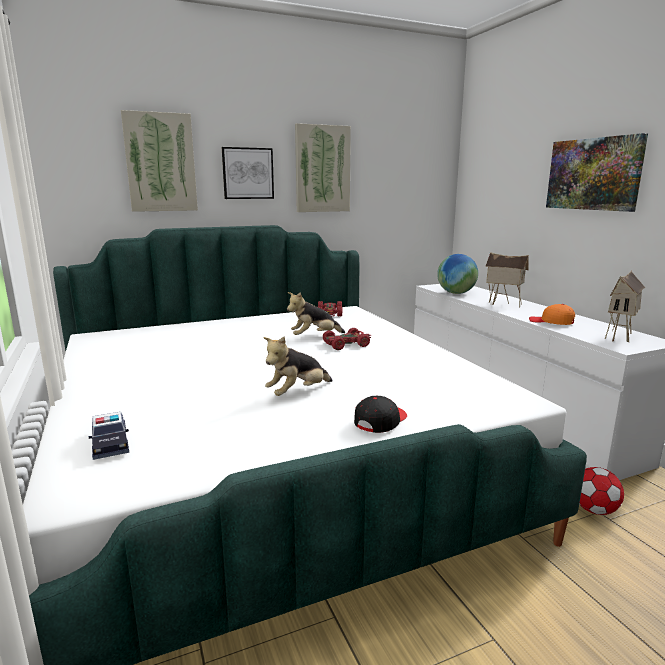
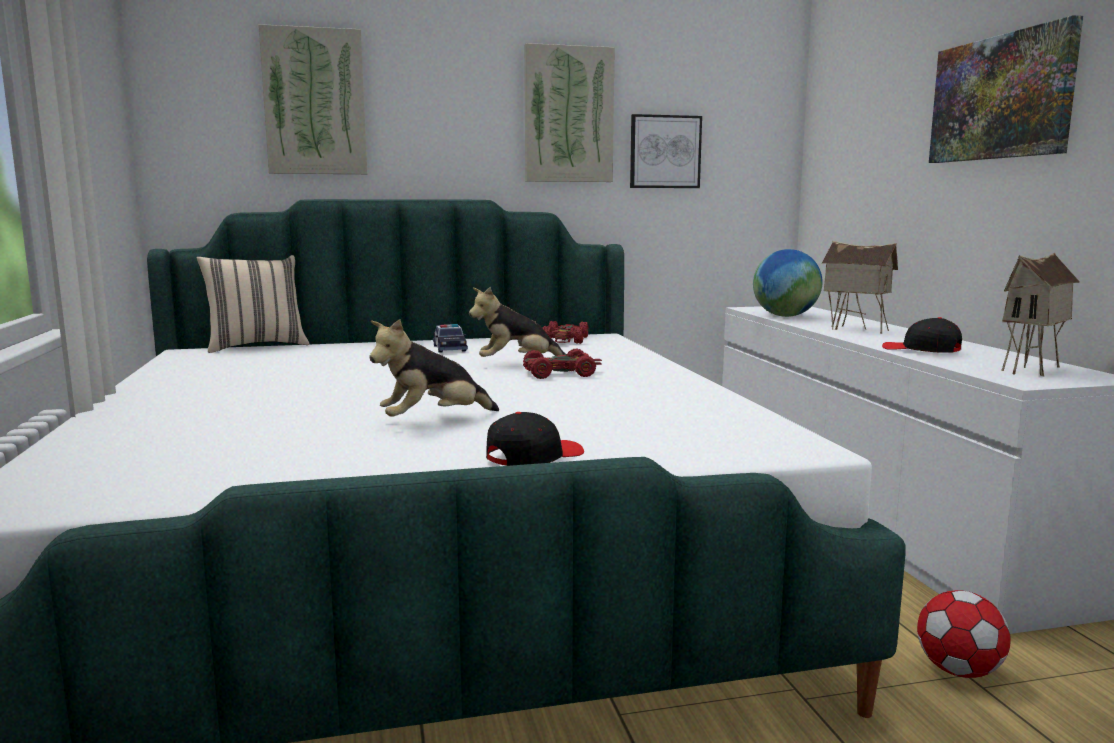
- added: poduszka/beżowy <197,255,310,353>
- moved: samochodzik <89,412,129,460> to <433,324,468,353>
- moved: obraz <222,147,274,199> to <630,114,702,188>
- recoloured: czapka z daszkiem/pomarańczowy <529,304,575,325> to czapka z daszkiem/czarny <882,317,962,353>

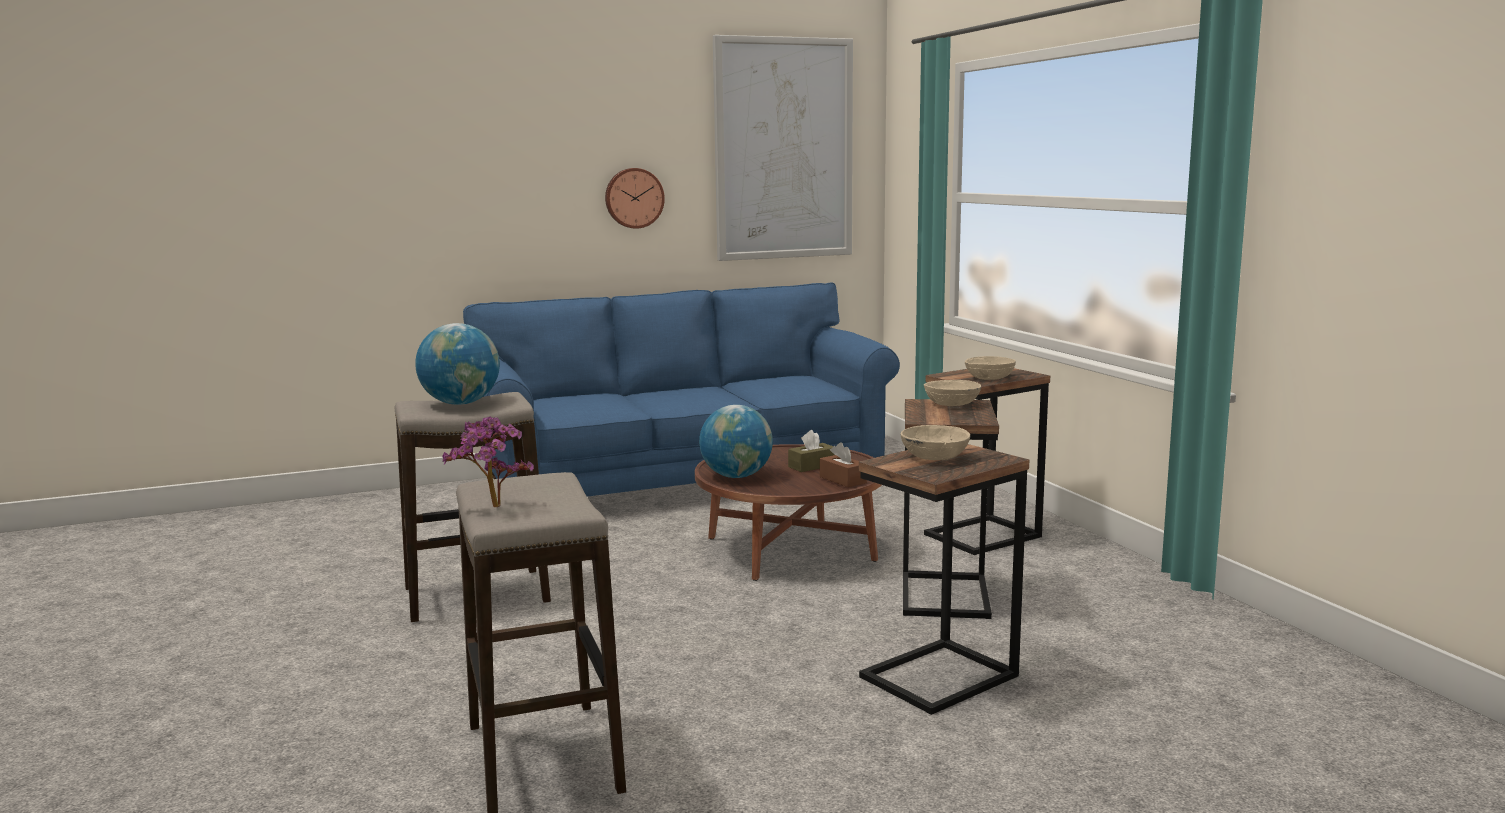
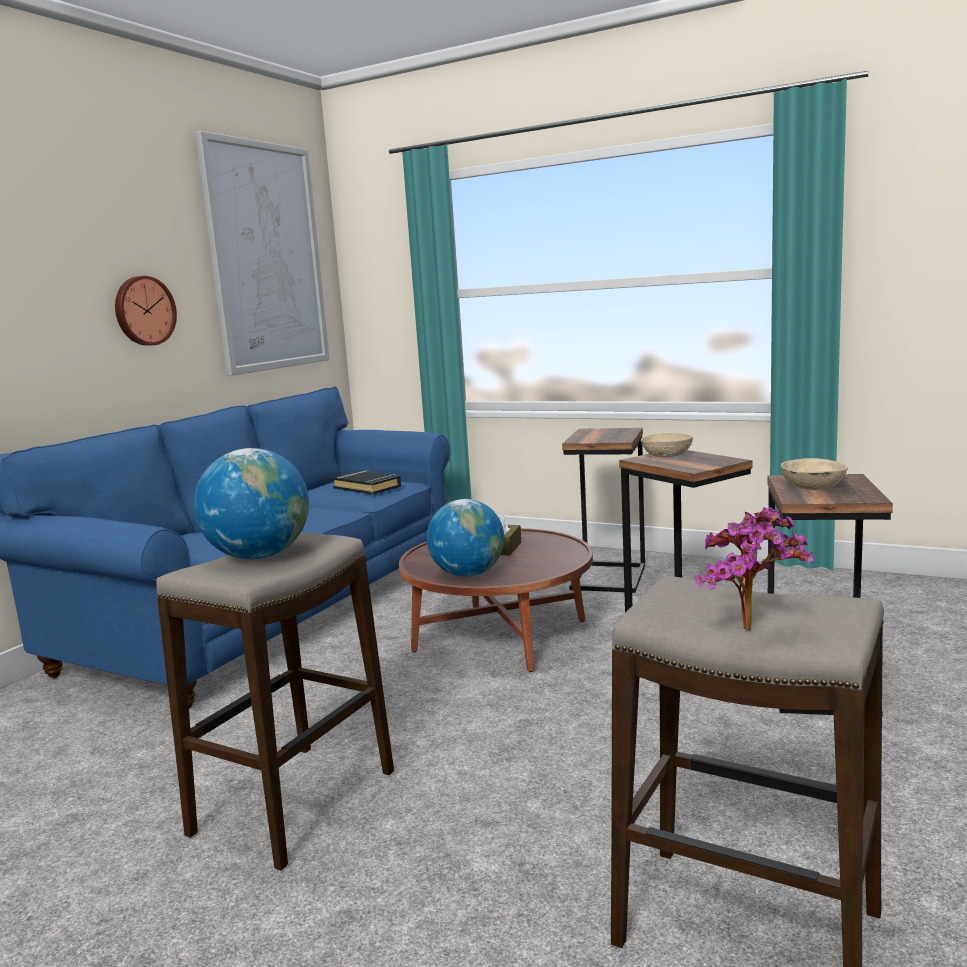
- removed: pudełko chusteczek/brązowy <820,442,867,487>
- removed: miska/beżowy <965,356,1016,380>
- added: książka/czarny <332,470,401,495>

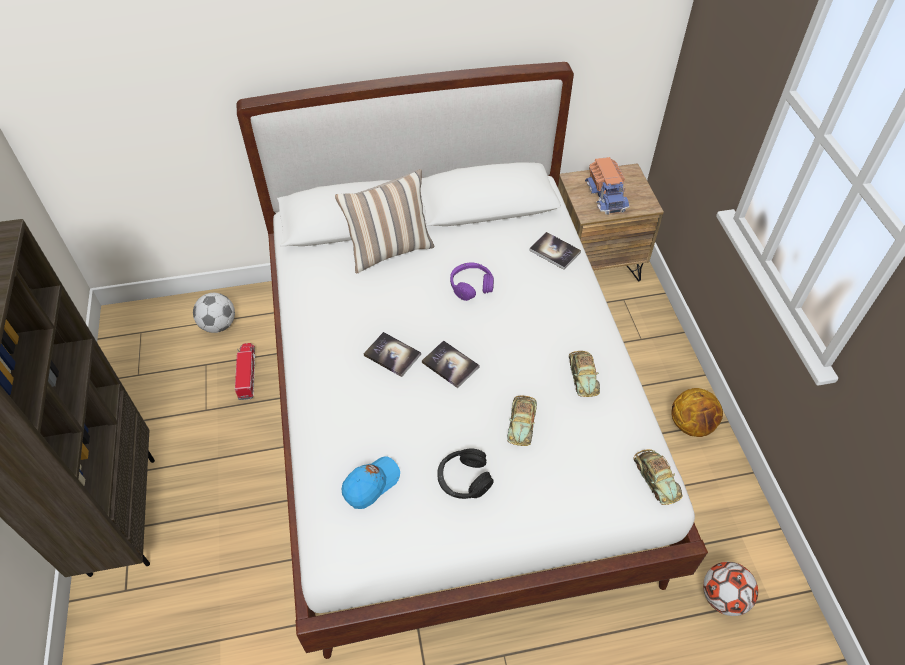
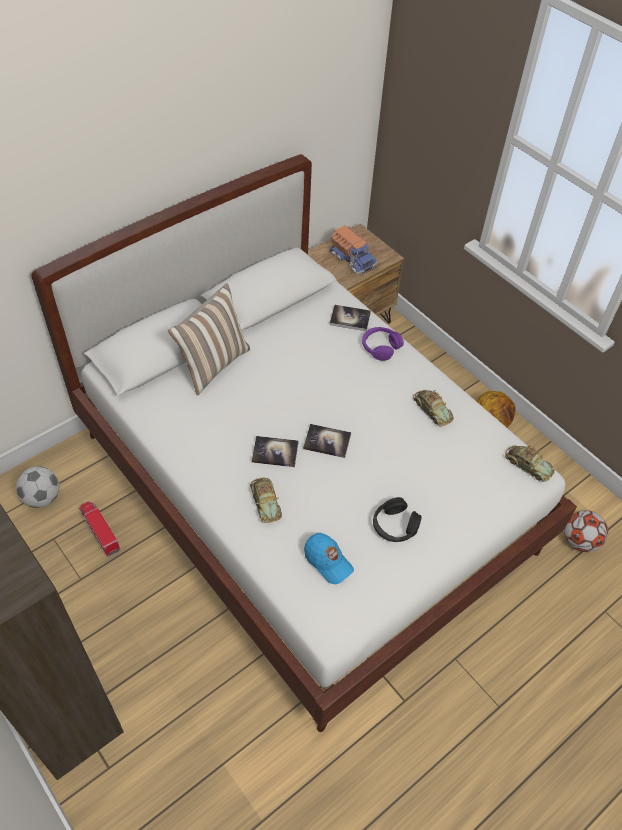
- moved: słuchawki/fioletowy <450,262,494,301> to <362,327,404,361>
- moved: samochodzik <507,395,537,446> to <250,478,282,523>
- turned: czapka z daszkiem/niebieski <342,456,400,509> = <304,533,354,584> 120 degrees clockwise

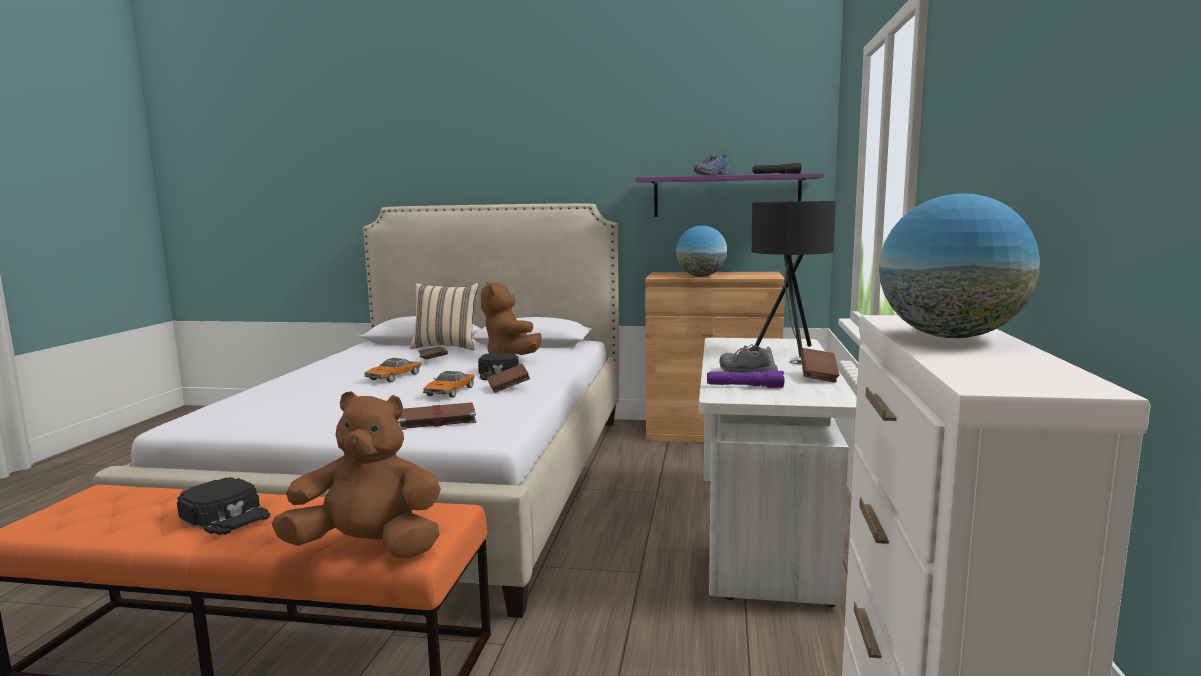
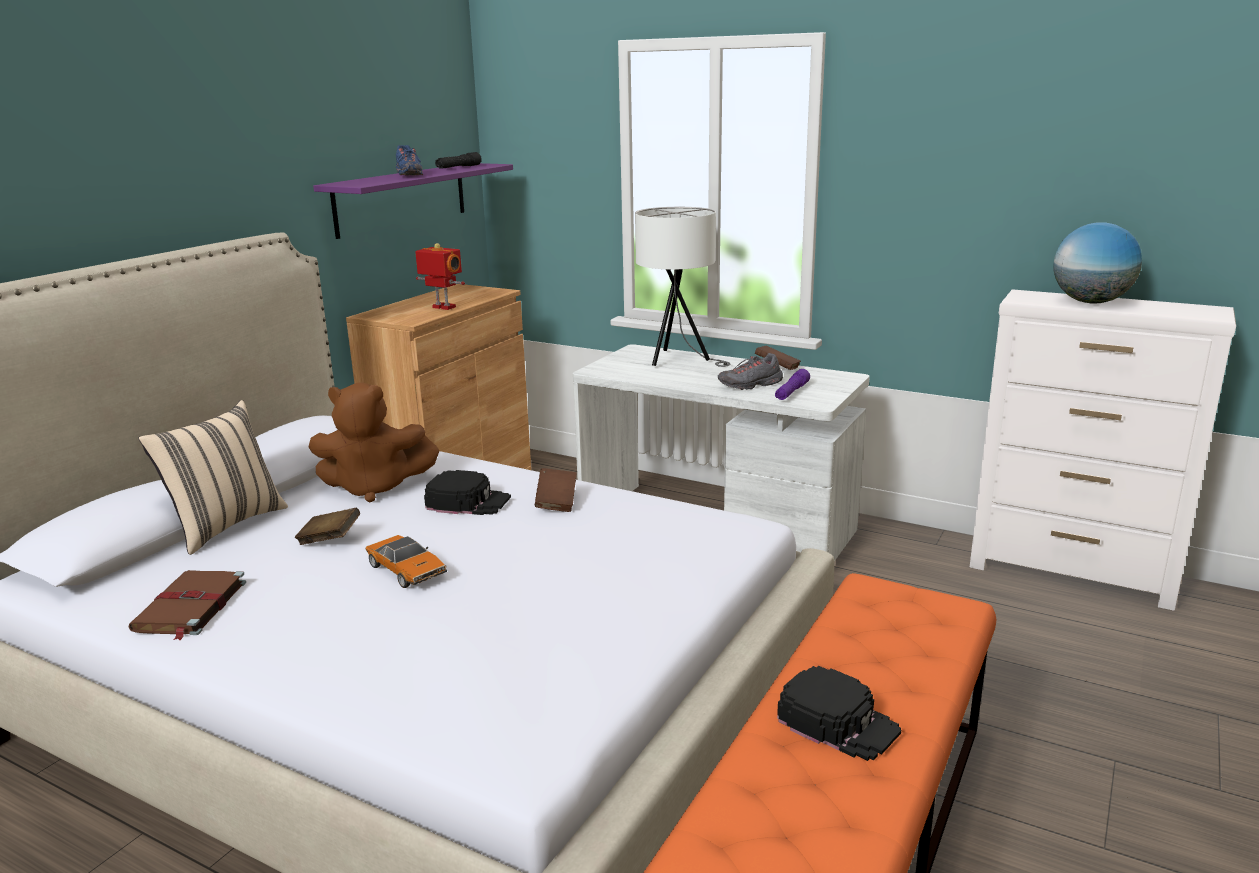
- removed: pluszak/brązowy <272,391,441,558>
- removed: samochodzik <423,371,475,398>
- moved: książka/brązowy <398,403,477,430> to <128,570,246,640>
- replaced: globus <676,225,727,277> to robot zabawkowy <415,243,465,310>
- recoloured: lampa stołowa/czarny <751,201,836,364> to lampa stołowa/biały <635,207,730,367>
- turned: czapka z daszkiem/czarny <177,477,270,535> = <777,666,901,761> 75 degrees clockwise

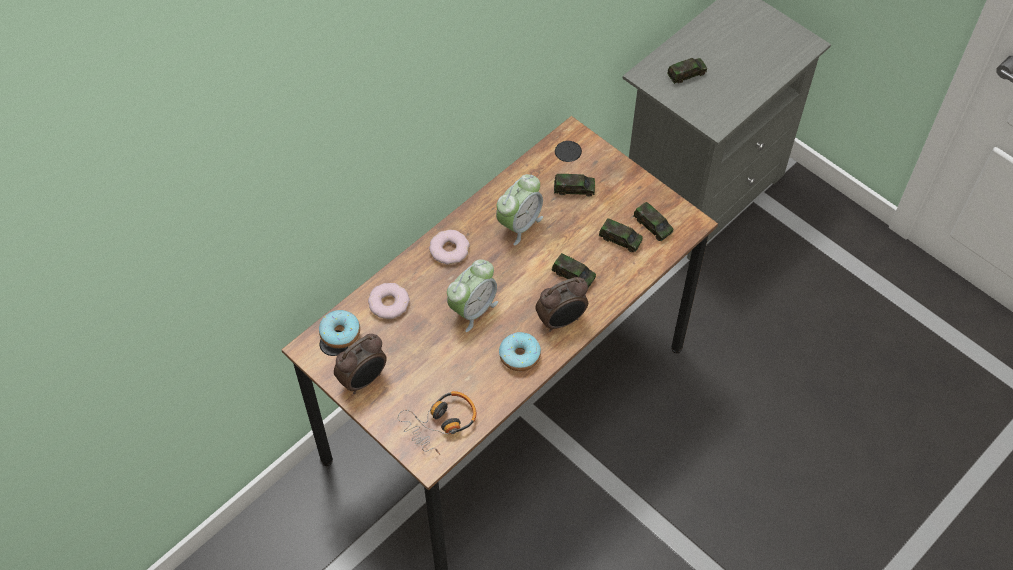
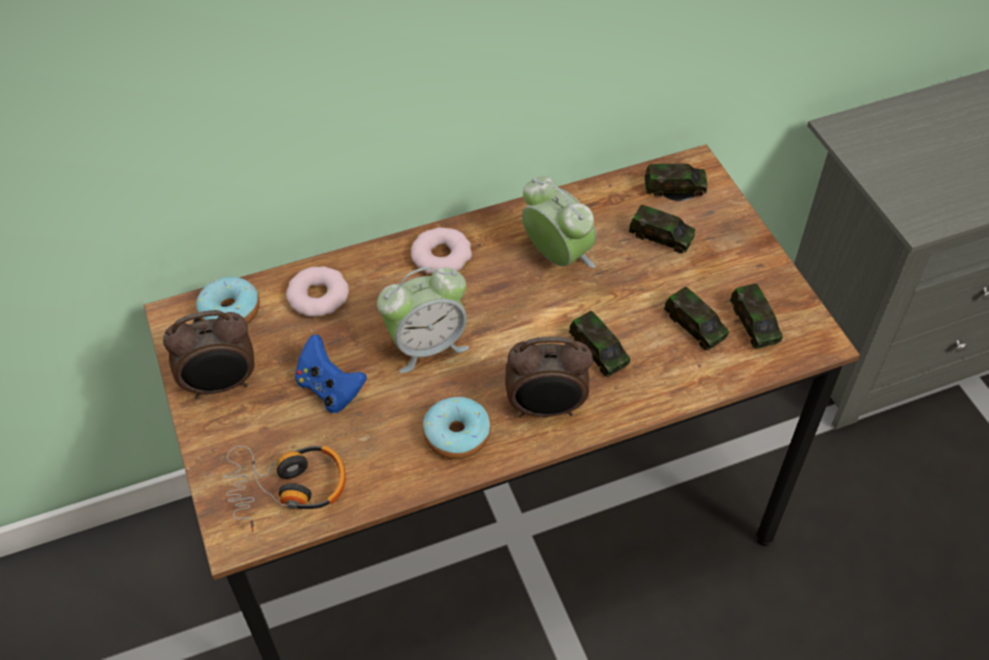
- added: pad do gier/niebieski <295,335,367,413>
- moved: samochodzik <667,58,707,84> to <644,164,707,197>
- turned: budzik <496,174,543,245> = <522,176,596,268> 105 degrees counterclockwise

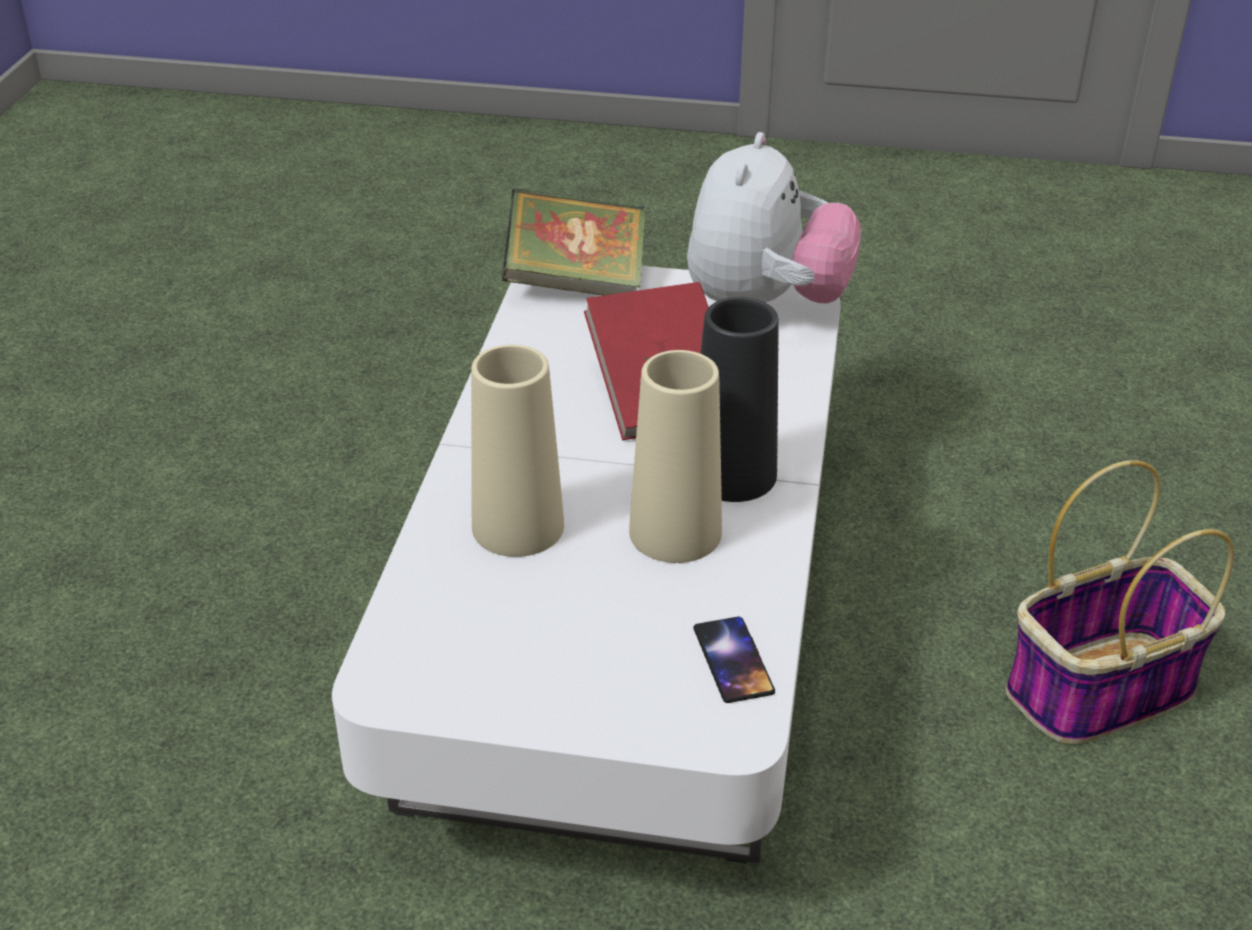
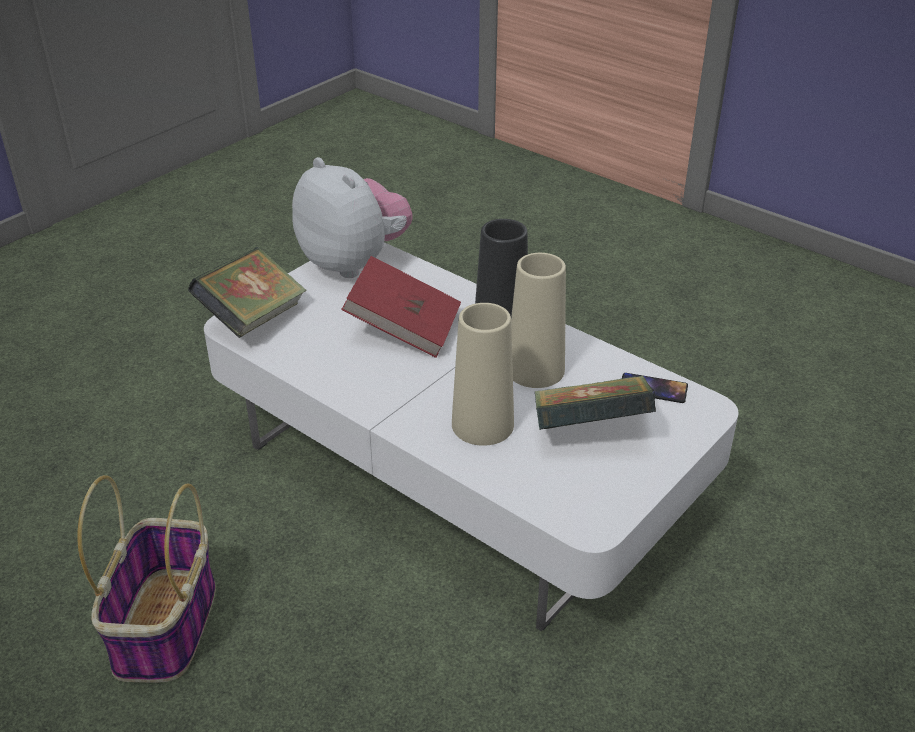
- added: książka <535,376,656,430>
- moved: koszyk <1005,460,1234,744> to <77,475,216,683>

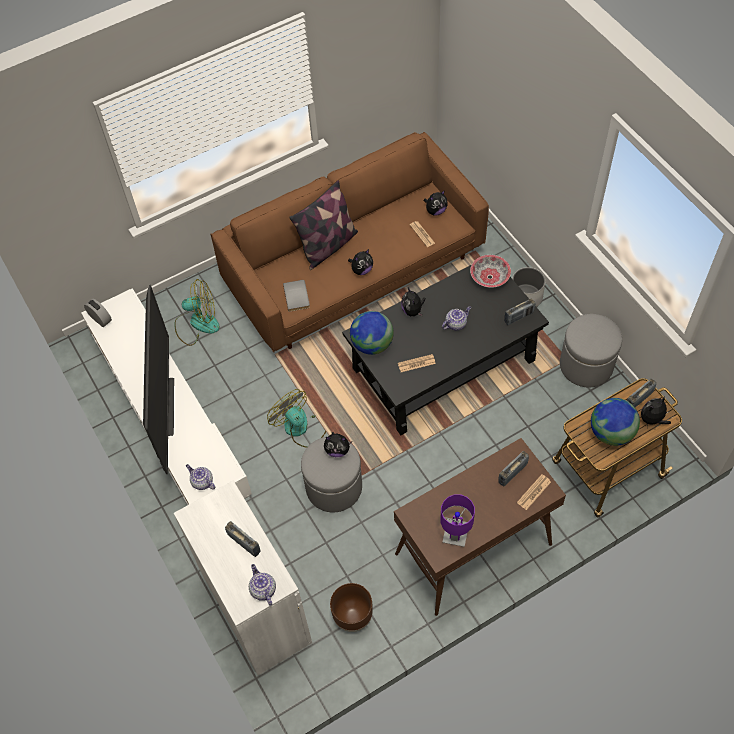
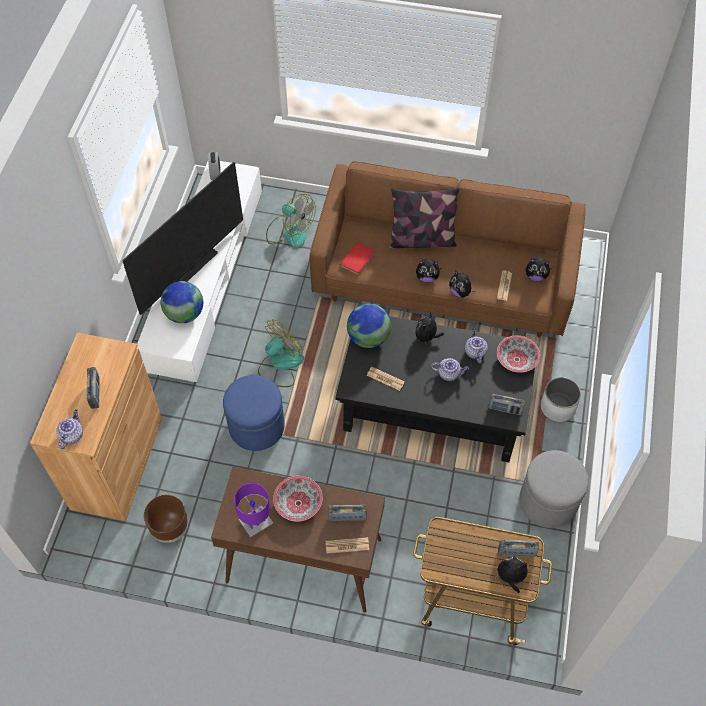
- added: miska <273,476,323,522>
- moved: imbryk <186,464,215,490> to <465,328,488,363>
- moved: pluszak <324,432,352,457> to <449,270,475,298>
- moved: globus <591,398,640,446> to <161,281,203,323>
- recoloured: szafka/biały <174,481,312,675> to szafka/brązowy <30,333,162,521>
- recoloured: książka/szary <283,280,310,312> to książka/czerwony <340,242,375,275>
- recoloured: pufa/szary <301,437,362,512> to pufa/niebieski <223,375,285,451>
- turned: wentylator <267,389,326,448> = <258,319,304,387> 45 degrees clockwise

